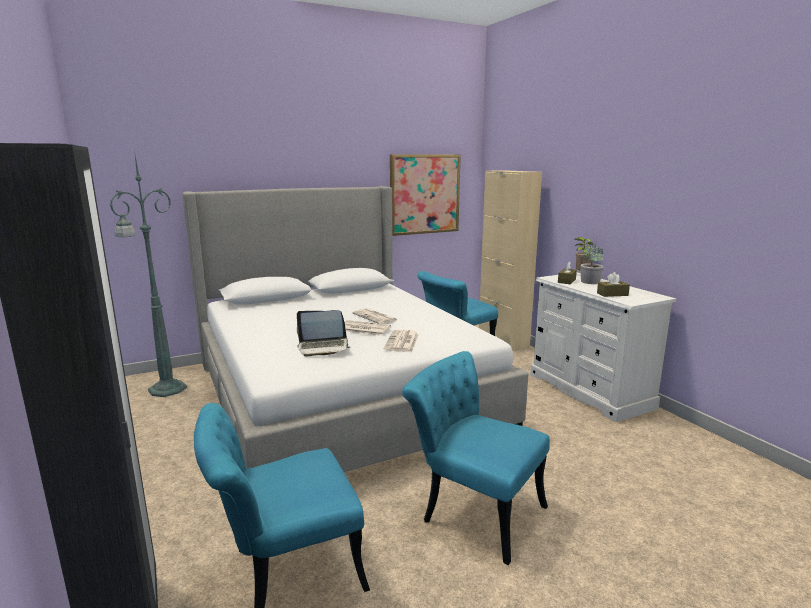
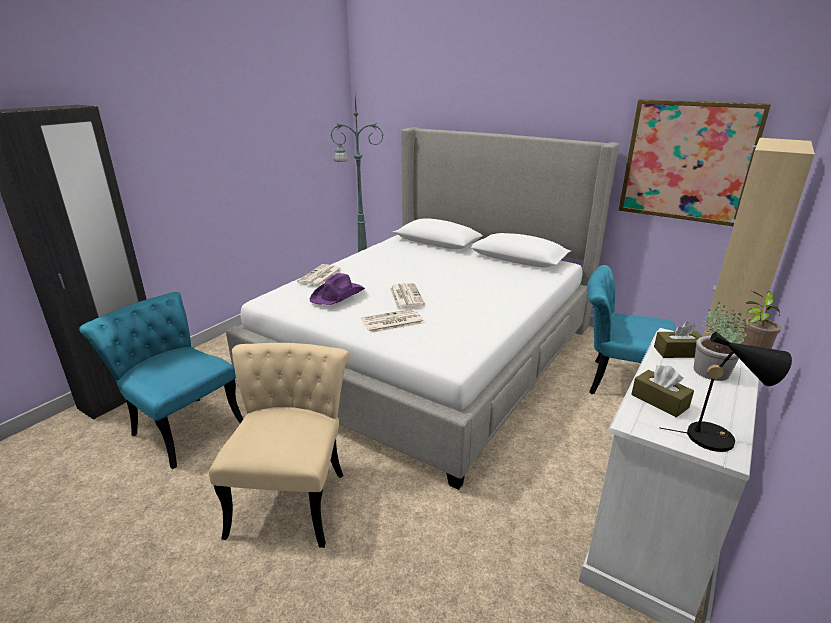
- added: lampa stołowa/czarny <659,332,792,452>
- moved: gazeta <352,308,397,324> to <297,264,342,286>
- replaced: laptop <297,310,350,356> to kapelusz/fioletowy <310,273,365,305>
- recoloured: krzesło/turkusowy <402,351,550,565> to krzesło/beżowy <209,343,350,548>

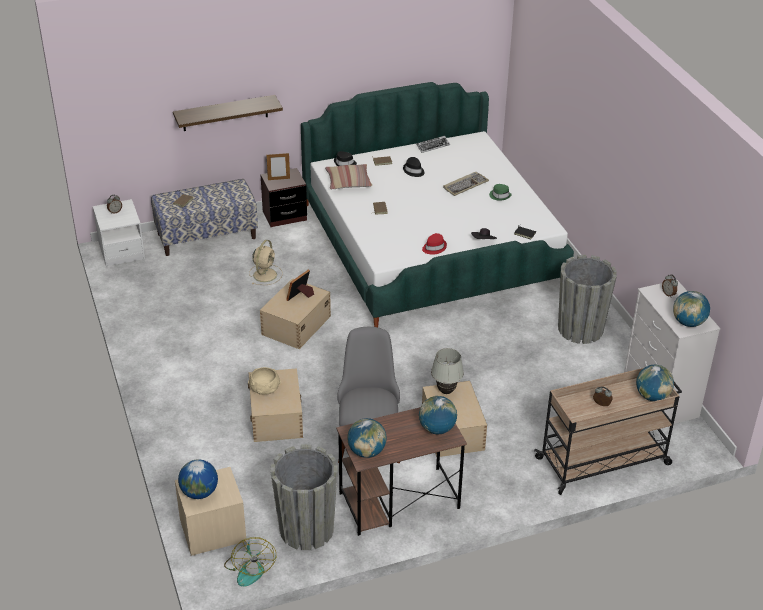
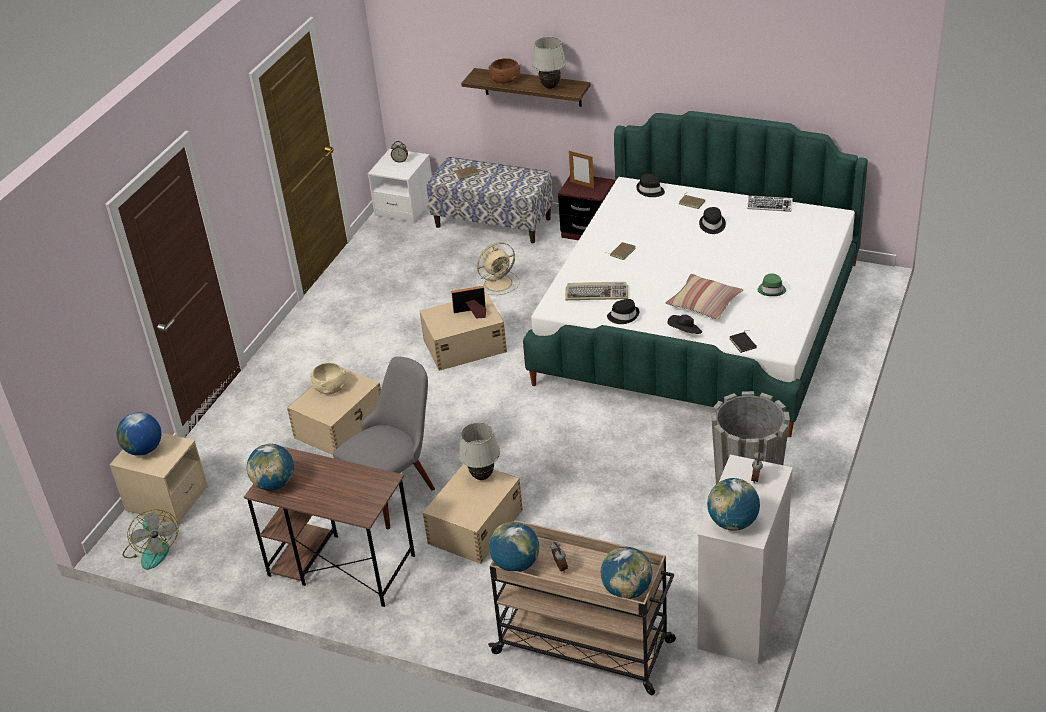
- removed: donica/szary <270,445,338,550>
- added: miska/brązowy <489,58,520,83>
- added: lampa stołowa/biały <532,37,566,89>
- moved: poduszka <325,164,372,189> to <666,274,743,320>
- moved: globus <419,396,457,434> to <489,522,539,572>
- moved: klawiatura <443,172,489,196> to <565,282,628,300>
- recoloured: kapelusz/czerwony <422,233,447,255> to kapelusz/czarny <607,299,640,324>
- turned: wentylator <224,537,276,587> = <123,509,178,570> 60 degrees counterclockwise

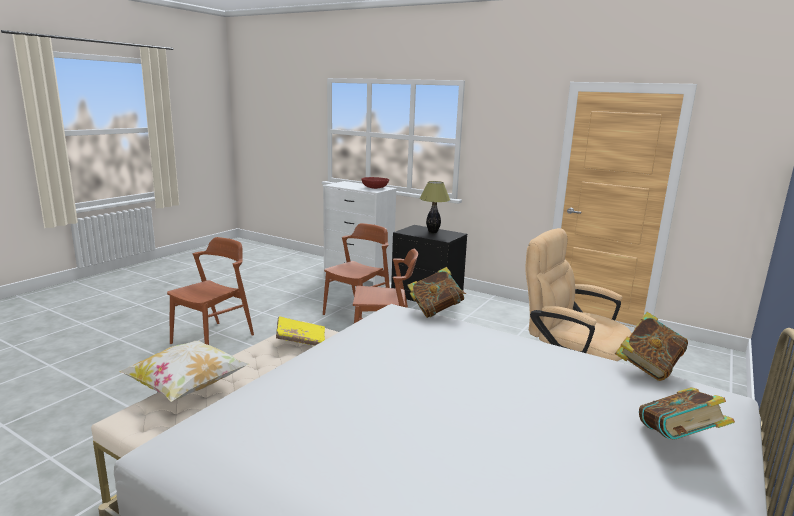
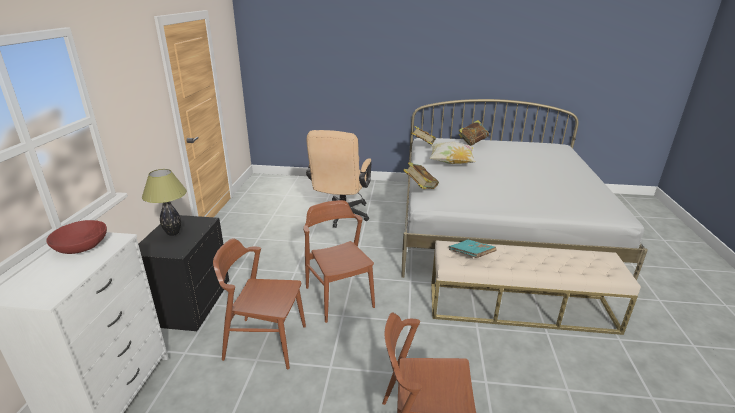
- moved: poduszka <119,341,249,402> to <430,142,476,164>
- recoloured: książka/żółty <276,316,325,346> to książka/turkusowy <449,239,496,258>

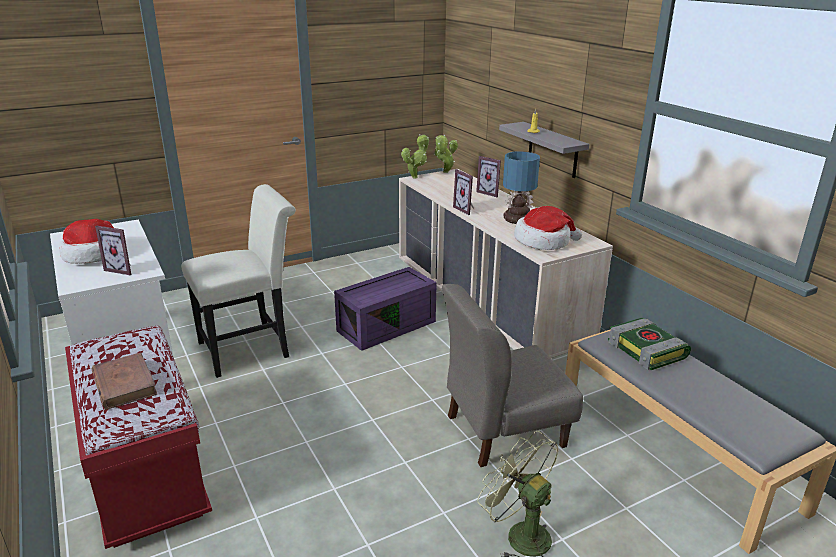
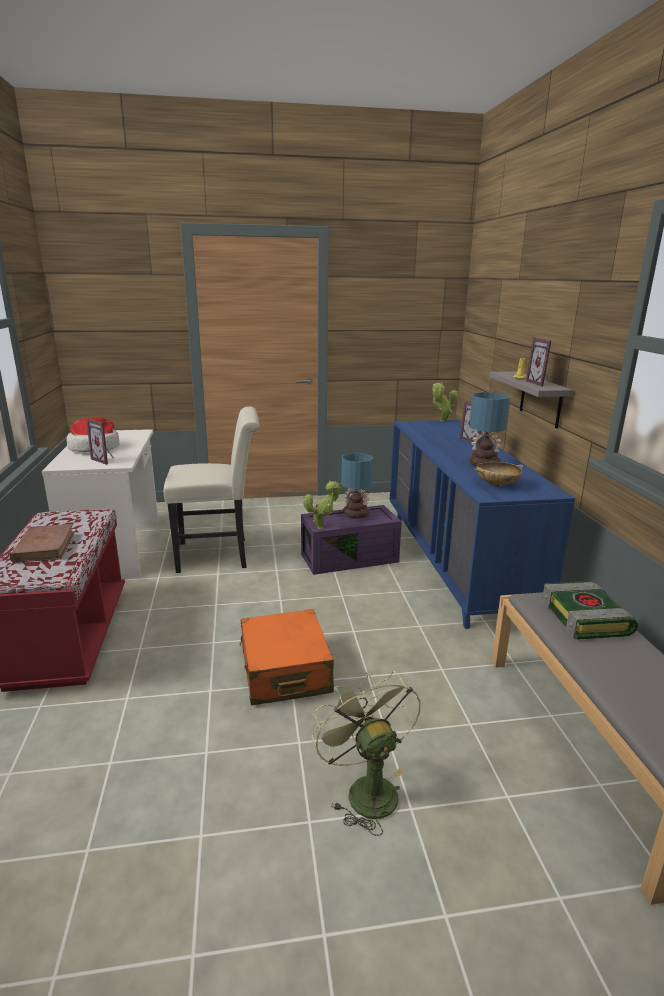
- removed: krzesło/szary <442,284,583,467>
- added: walizka/pomarańczowy <239,609,334,706>
- added: lampa stołowa <341,453,373,519>
- moved: roślina doniczkowa <401,135,429,178> to <303,481,341,529>
- moved: ramka na zdjęcie <453,169,474,215> to <526,338,551,386>
- replaced: kapelusz <514,206,582,250> to miska/beżowy <474,462,523,487>
- recoloured: komoda/beżowy <399,169,613,358> to komoda/niebieski <390,420,575,629>

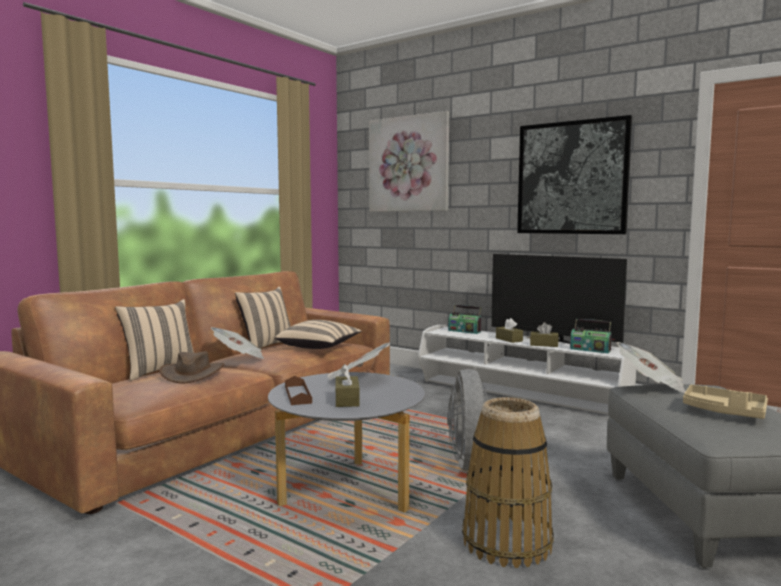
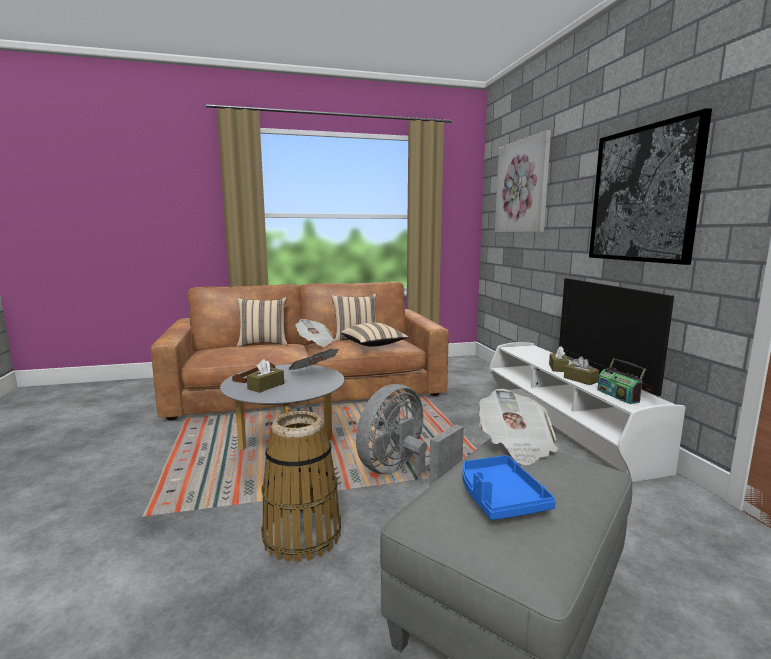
- removed: kapelusz/brązowy <160,351,224,383>
- removed: radio <448,305,481,334>
- recoloured: taca/beżowy <683,385,768,419> to taca/niebieski <462,455,556,520>

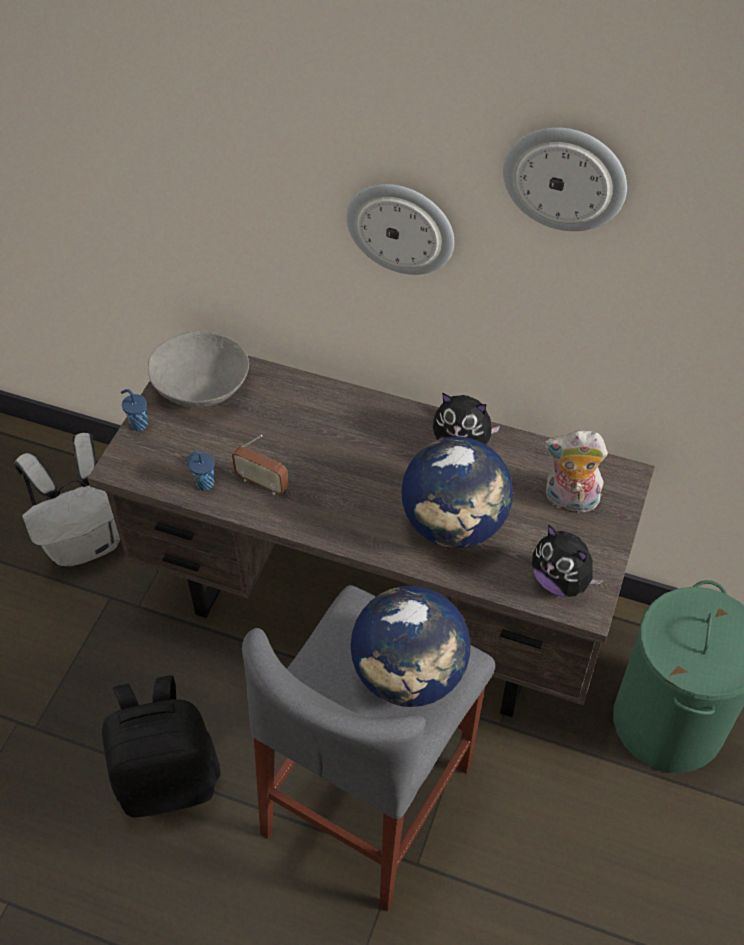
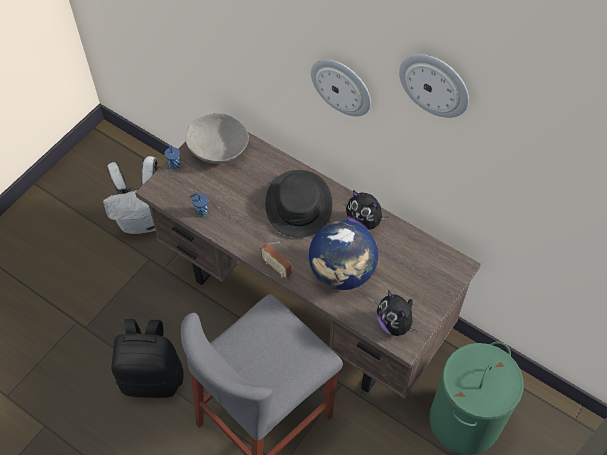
- removed: globus <350,586,471,707>
- removed: pluszak <544,430,608,513>
- added: kapelusz/czarny <265,170,332,238>
- moved: radio <232,435,289,495> to <260,242,292,279>

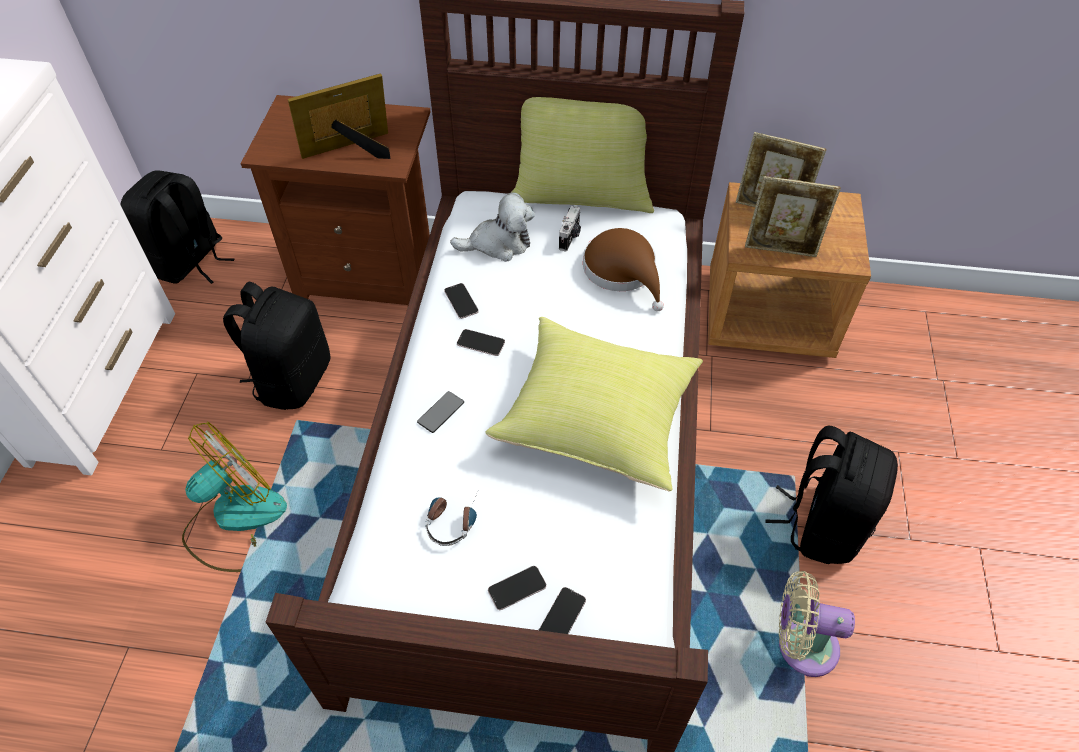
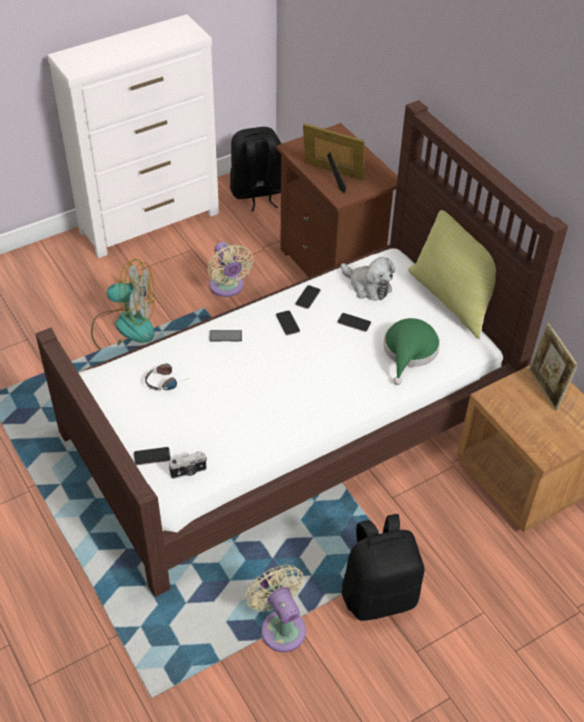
- removed: poduszka/żółty <485,317,703,492>
- removed: ramka na zdjęcie <745,176,841,257>
- moved: telefon <488,566,547,610> to <337,313,371,332>
- moved: aparat fotograficzny <559,205,581,251> to <168,451,207,479>
- replaced: plecak/czarny <223,282,330,410> to wentylator/beżowy <207,242,253,297>
- recoloured: kapelusz/brązowy <583,228,664,311> to kapelusz/zielony <384,318,440,385>

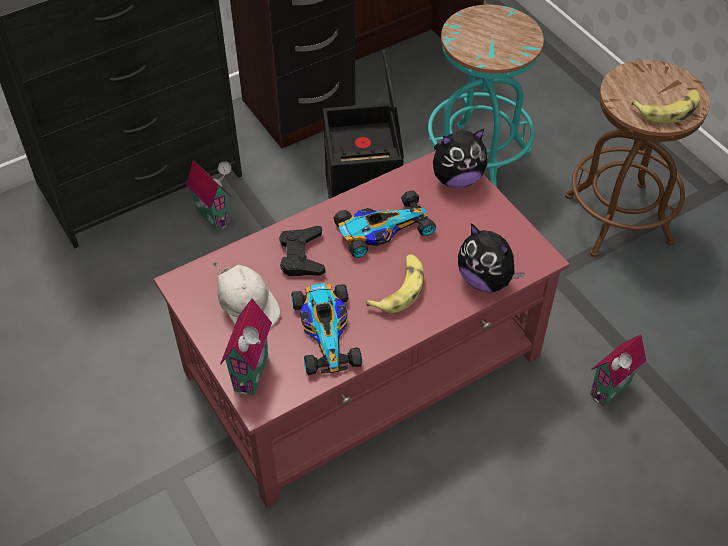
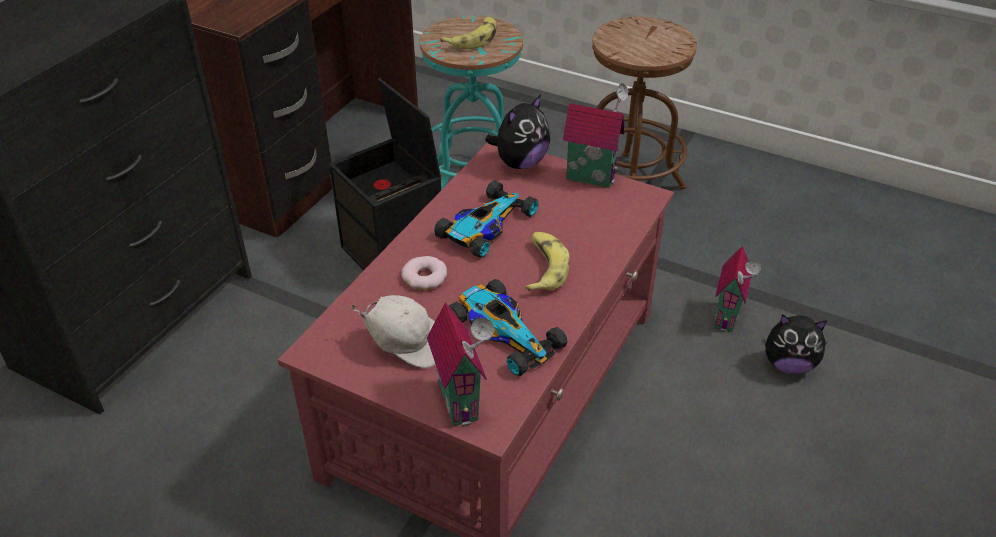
- moved: domek <186,160,232,231> to <563,83,629,188>
- moved: pluszak <458,223,525,293> to <765,315,827,374>
- moved: banan <631,90,700,123> to <440,17,497,49>
- replaced: pad do gier/czarny <279,226,326,276> to donut <401,256,447,290>

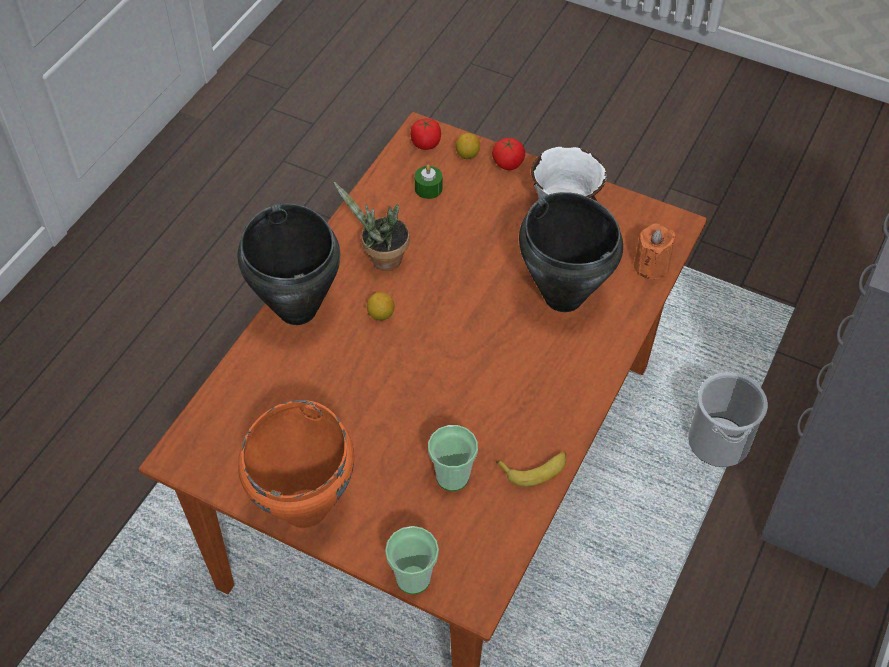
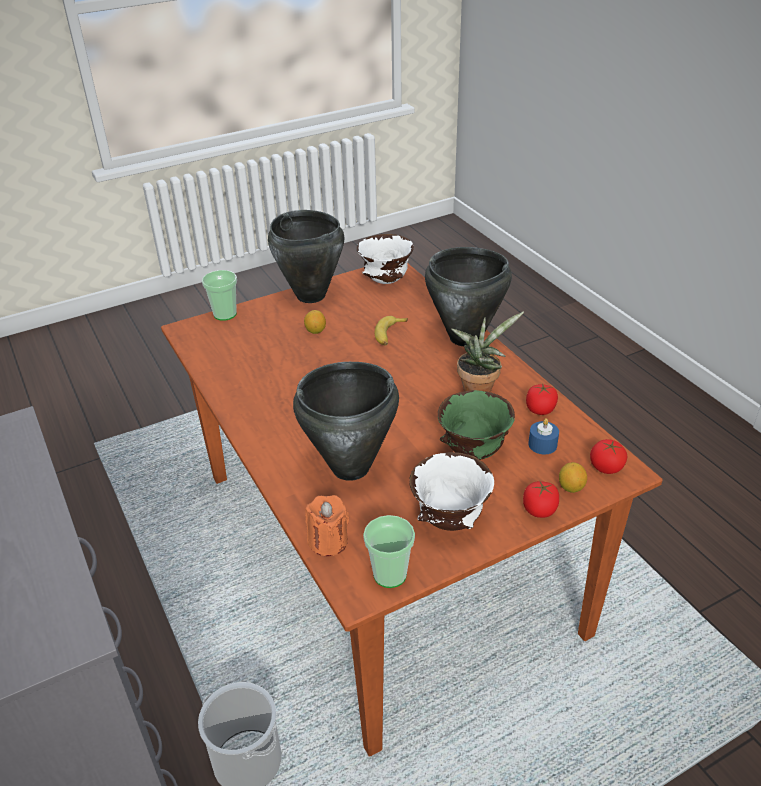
- added: miska/biały <357,234,414,284>
- added: miska/zielony <438,390,515,460>
- added: pomidor <526,383,558,415>
- moved: cytryna <367,292,395,321> to <304,310,326,334>
- moved: filiżanka <428,425,478,491> to <363,515,415,588>
- moved: banan <496,451,567,487> to <374,316,408,346>
- recoloured: garnek/pomarańczowy <238,400,354,528> to garnek/czarny <268,210,345,303>
- recoloured: świeca/zielony <415,165,442,199> to świeca/niebieski <528,418,559,454>

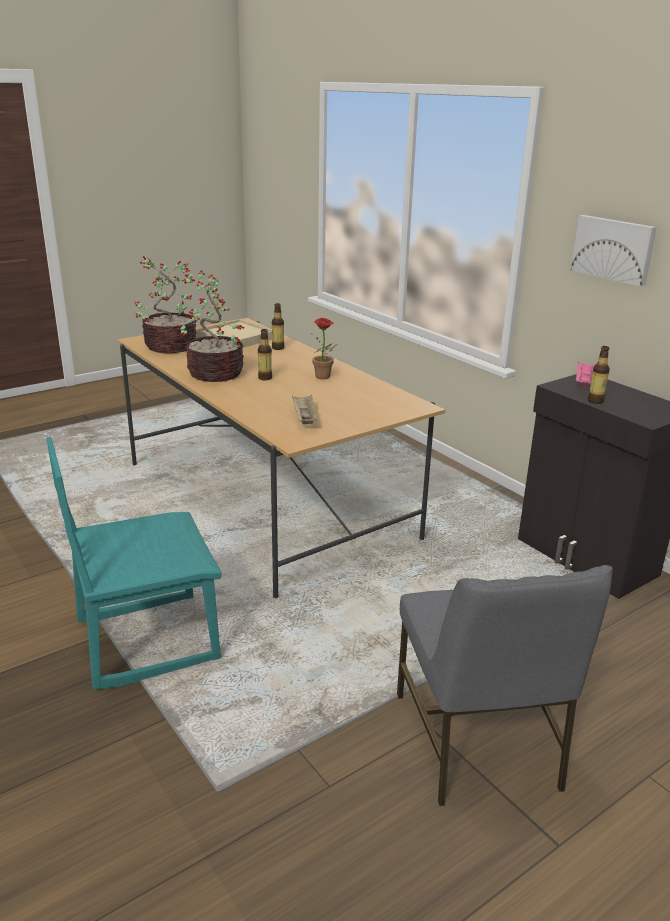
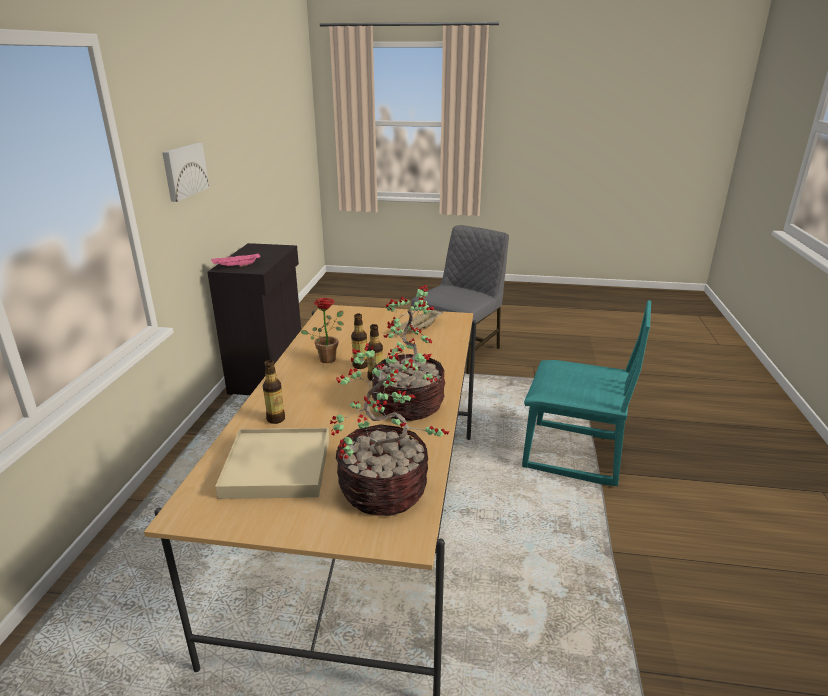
- moved: butelka <588,346,610,404> to <351,314,368,369>

